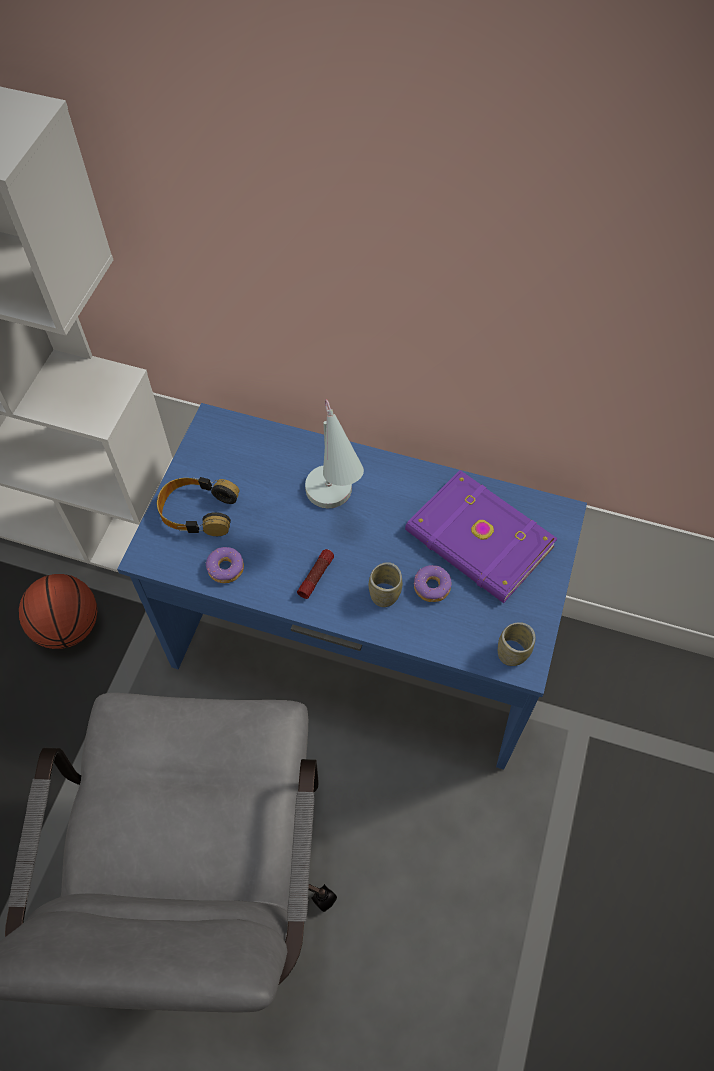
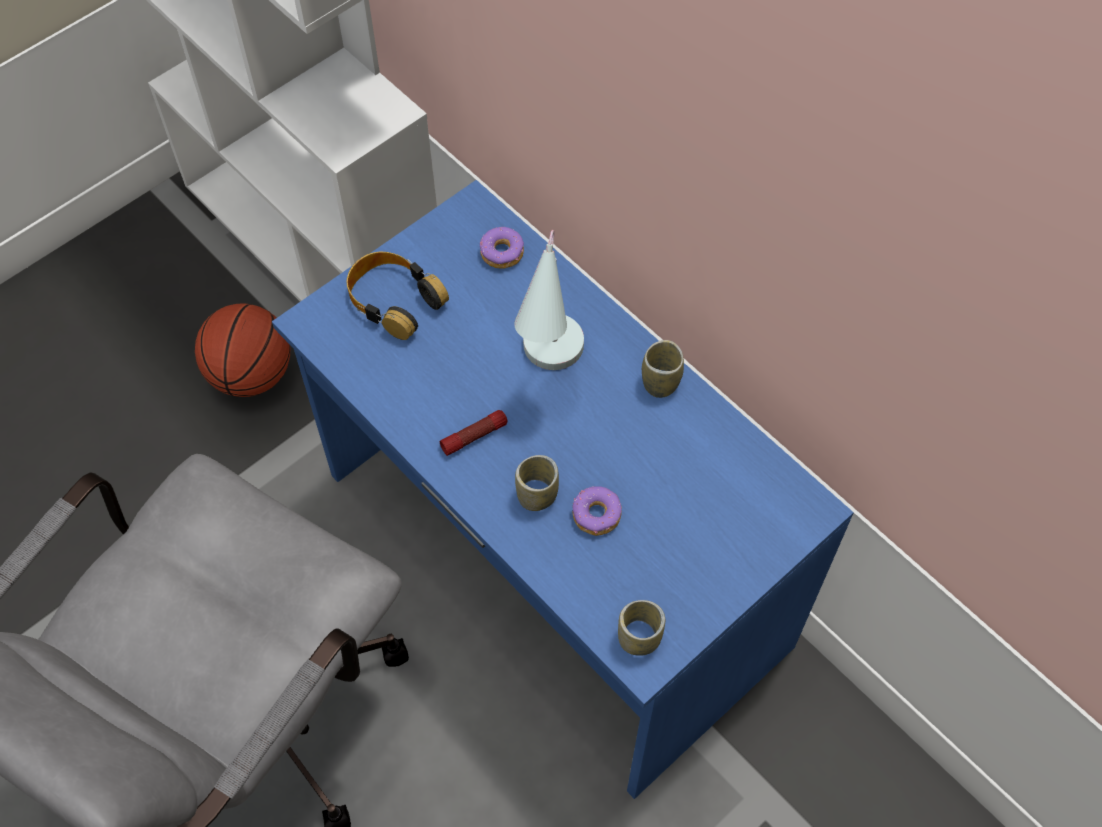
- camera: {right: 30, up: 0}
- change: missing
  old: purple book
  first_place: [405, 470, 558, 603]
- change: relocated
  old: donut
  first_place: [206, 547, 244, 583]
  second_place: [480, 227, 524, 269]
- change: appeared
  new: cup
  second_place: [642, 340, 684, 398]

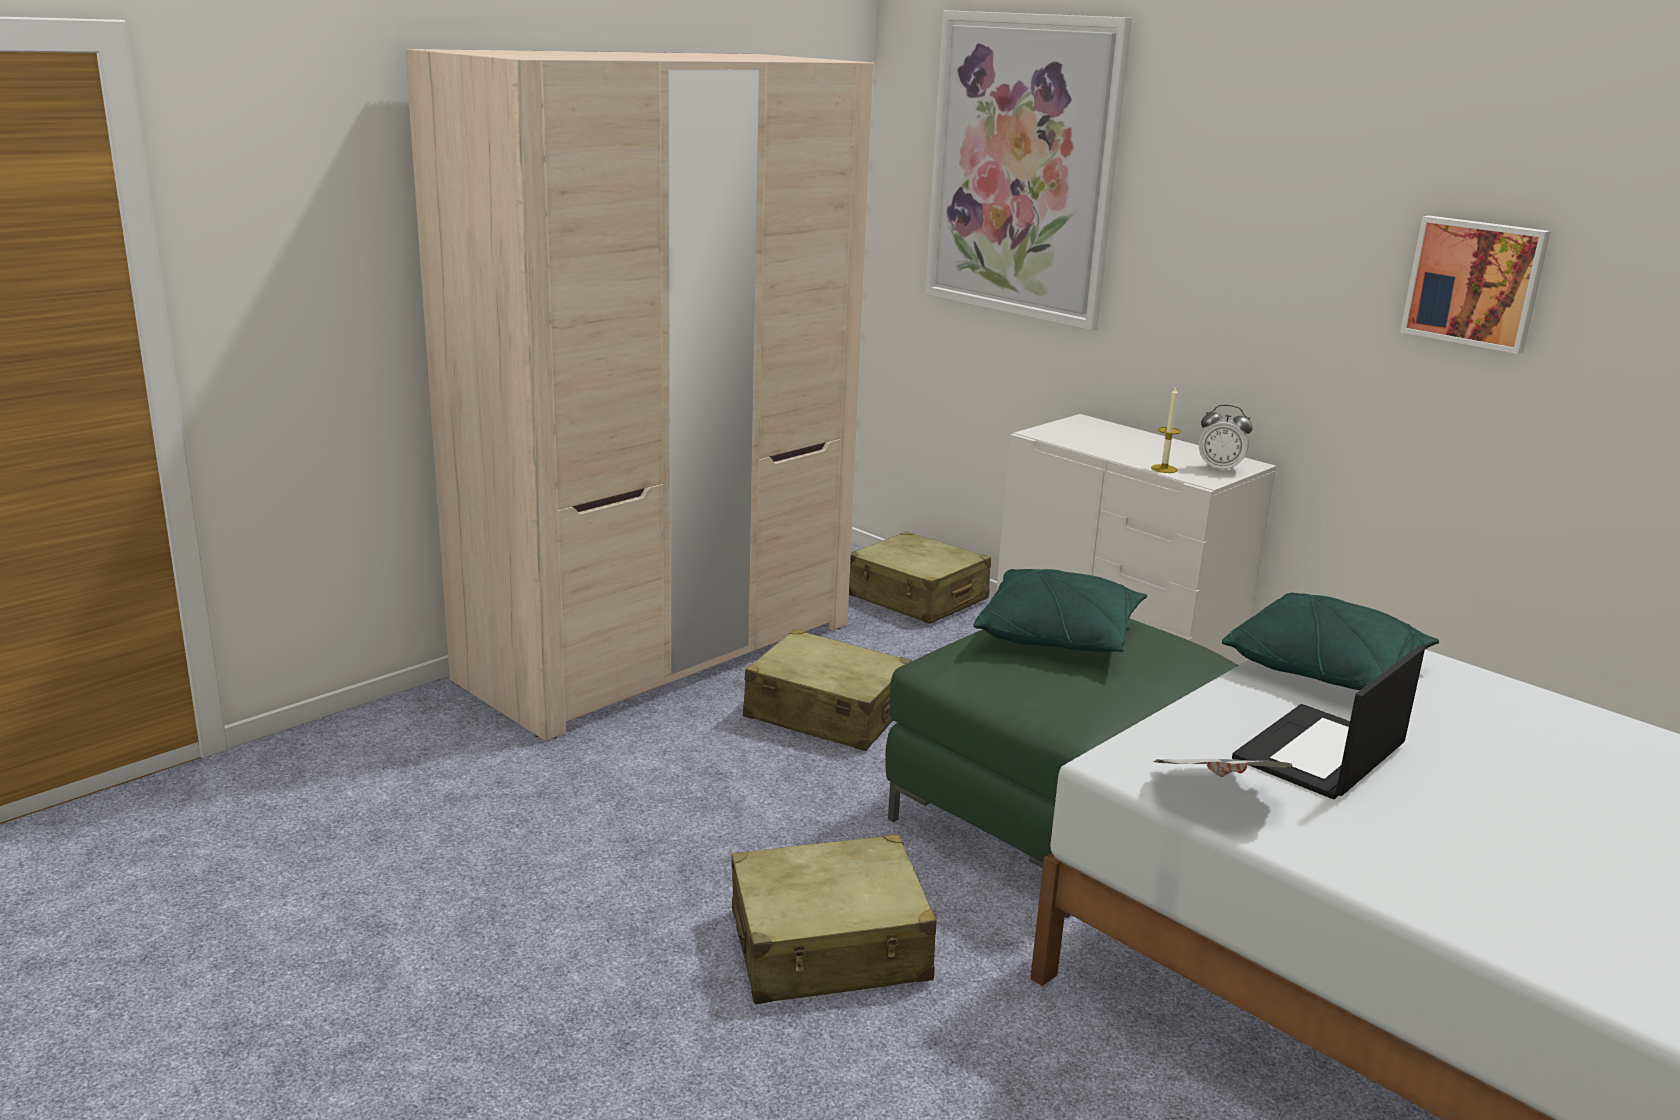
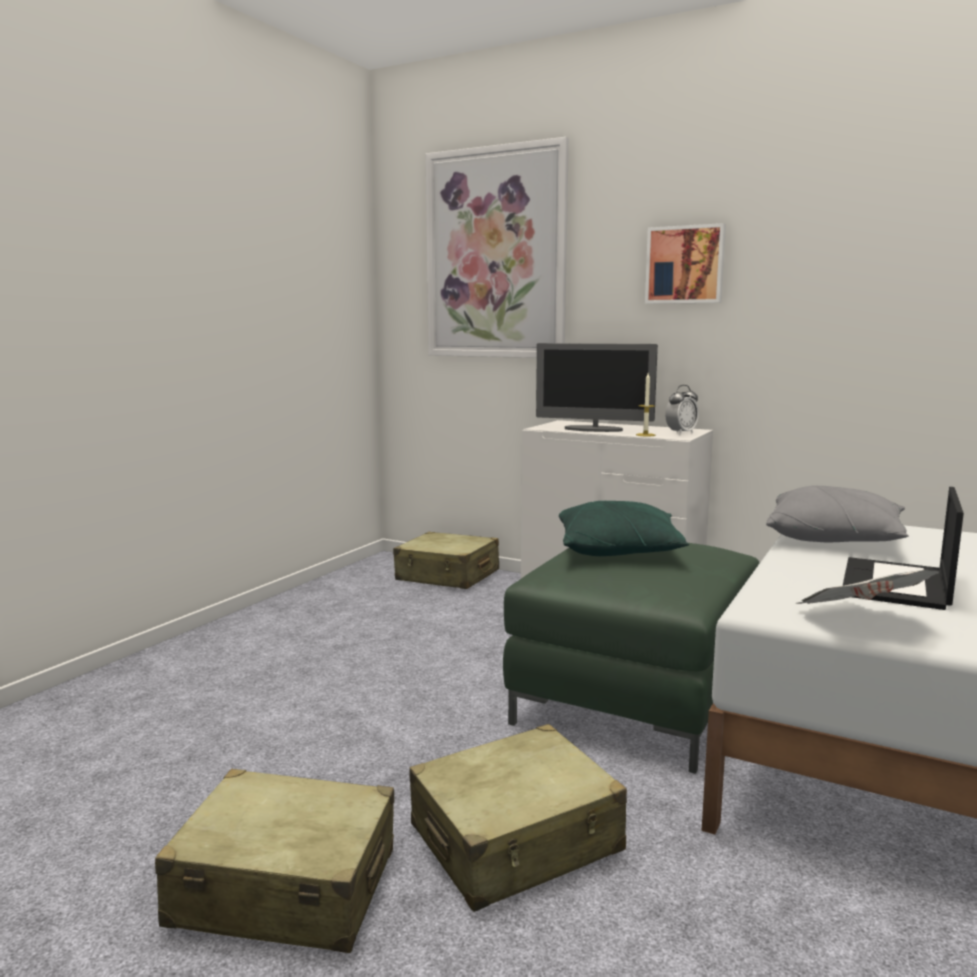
- camera: {right: -15, up: -10}
- change: missing
  old: beige wardrobe
  first_place: [405, 49, 874, 741]
- change: relocated
  old: picture
  first_place: [1400, 215, 1551, 354]
  second_place: [645, 223, 726, 304]
- change: spun
  old: alarm clock
  first_place: [1199, 405, 1253, 474]
  second_place: [665, 385, 699, 434]
  degrees: -45
- change: colour
  old: green pillow
  new: grey pillow
  first_place: [1222, 593, 1439, 690]
  second_place: [766, 485, 909, 542]
- change: relocated
  old: beige suitcase
  first_place: [743, 629, 912, 751]
  second_place: [155, 769, 394, 953]
- change: appeared
  new: monitor
  second_place: [536, 343, 658, 432]

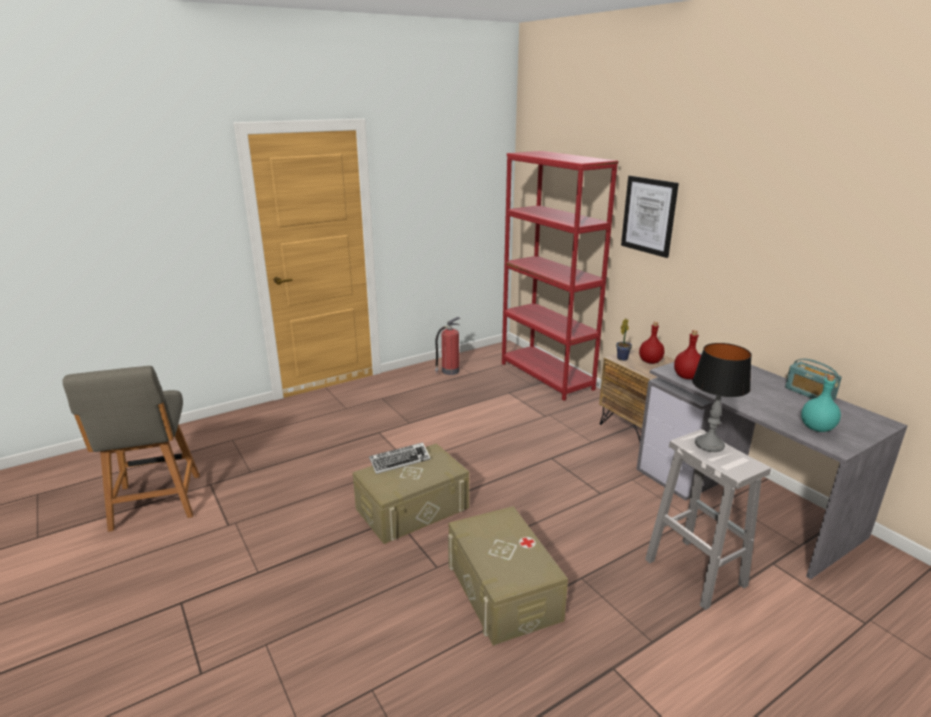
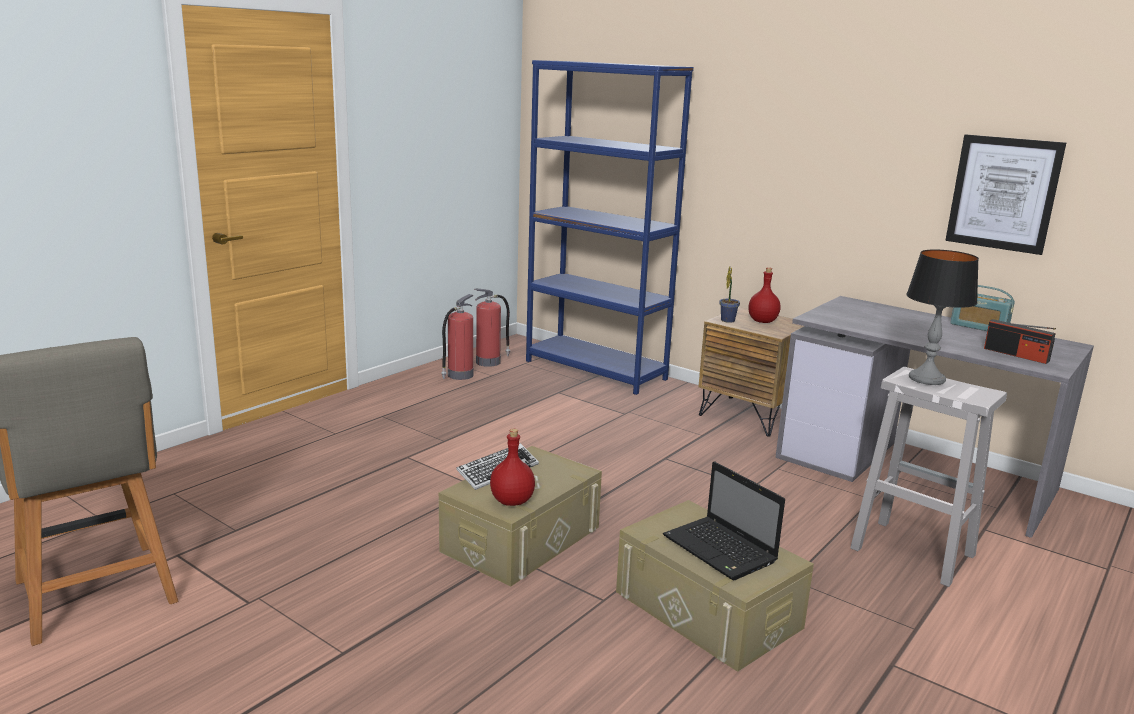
- camera: {right: -20, up: -5}
- change: colour
  old: red bookcase
  new: blue bookcase
  first_place: [502, 151, 618, 401]
  second_place: [526, 60, 694, 395]
- change: relocated
  old: picture
  first_place: [621, 176, 679, 258]
  second_place: [945, 134, 1066, 255]
- change: relocated
  old: red bottle
  first_place: [674, 330, 701, 379]
  second_place: [490, 429, 535, 506]
- change: exchanged
  old: turquoise bottle
  new: radio
  first_place: [801, 375, 841, 432]
  second_place: [984, 319, 1056, 364]
- change: appeared
  new: fire extinguisher
  second_place: [474, 288, 510, 367]
- change: appeared
  new: laptop
  second_place: [663, 461, 785, 580]

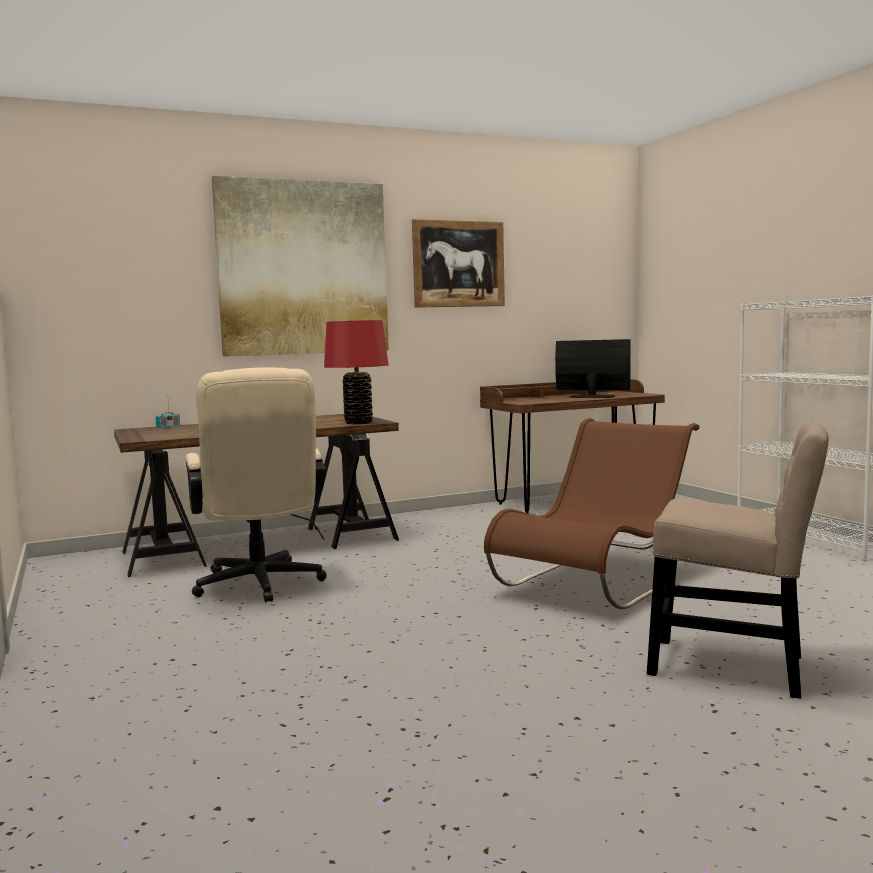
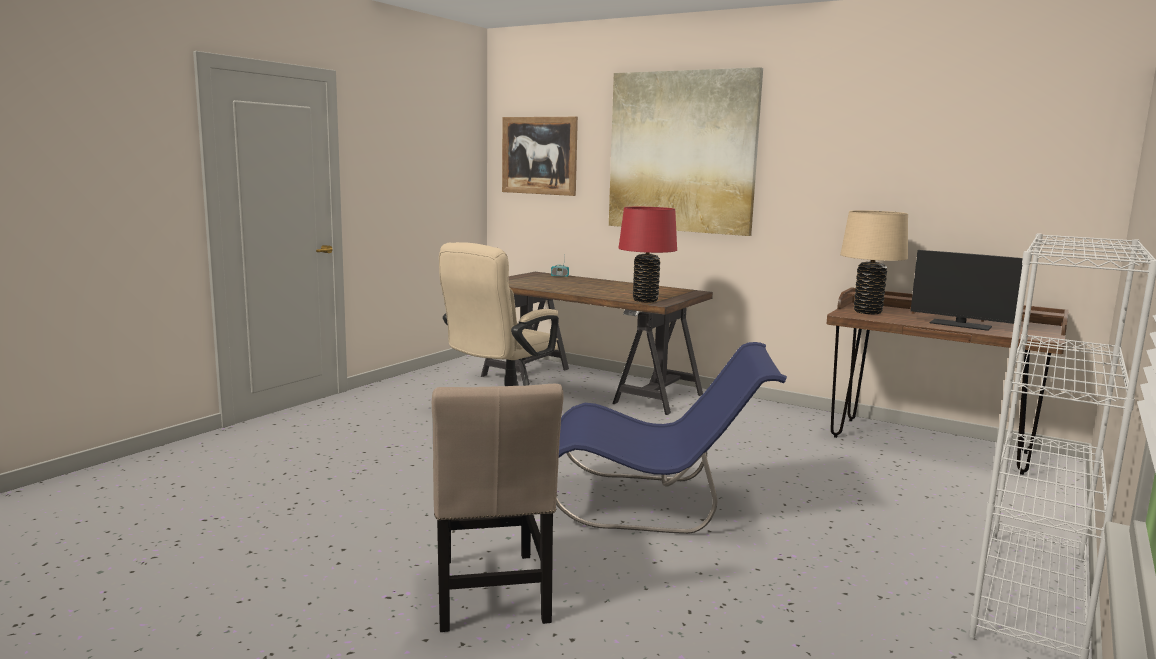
- camera: {right: 55, up: 5}
- change: relocated
  old: picture
  first_place: [412, 219, 505, 307]
  second_place: [502, 117, 578, 196]
- change: spun
  old: monitor
  first_place: [555, 339, 631, 398]
  second_place: [911, 250, 1023, 331]
  degrees: 135
- change: colour
  old: brown chair
  new: blue chair
  first_place: [484, 418, 699, 609]
  second_place: [556, 342, 787, 534]
- change: appeared
  new: beige table lamp
  second_place: [840, 210, 908, 314]

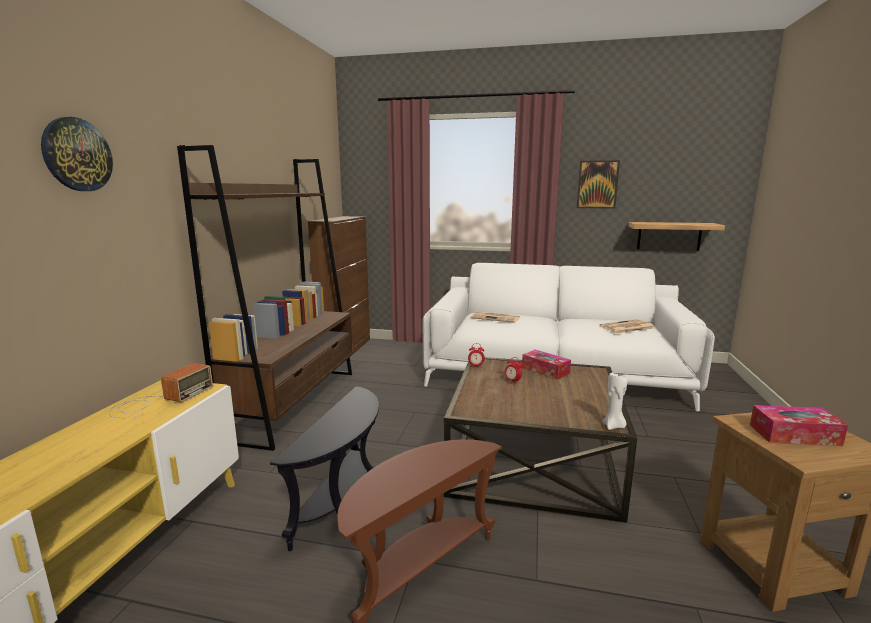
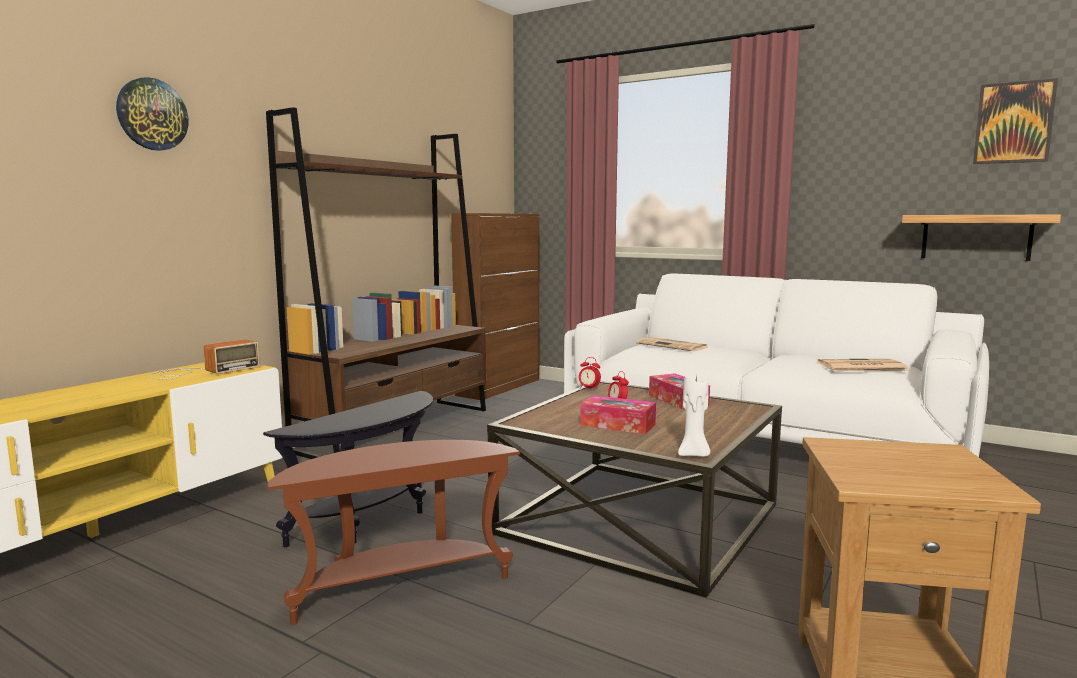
- camera: {right: 20, up: -5}
- change: relocated
  old: picture
  first_place: [577, 160, 620, 209]
  second_place: [973, 78, 1058, 164]
- change: relocated
  old: tissue box
  first_place: [750, 405, 848, 446]
  second_place: [580, 395, 656, 434]

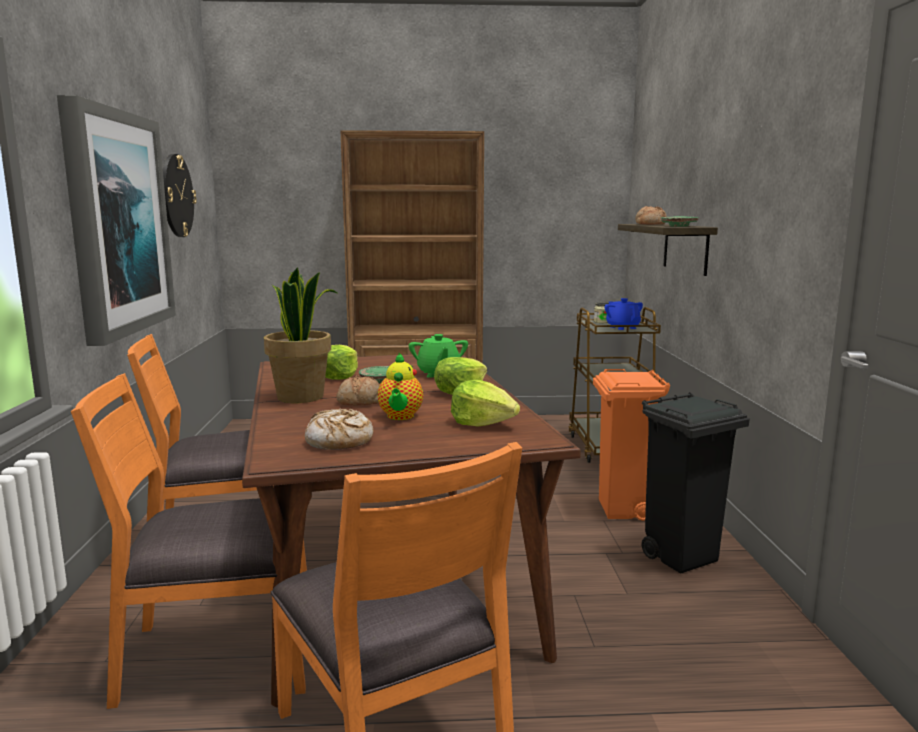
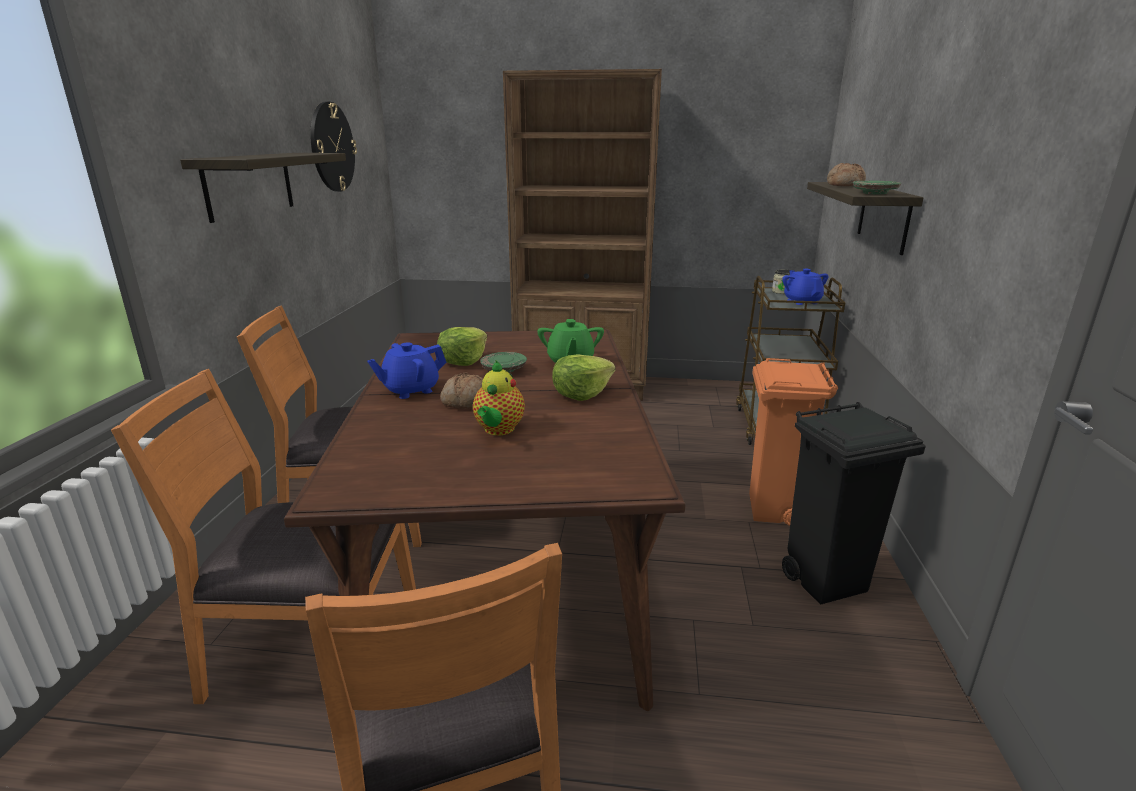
- camera: {right: 10, up: 10}
- change: exchanged
  old: picture
  new: shelf
  first_place: [57, 95, 176, 346]
  second_place: [180, 153, 346, 223]
- change: exchanged
  old: potted plant
  new: blue teapot
  first_place: [264, 267, 337, 403]
  second_place: [367, 342, 446, 399]
- change: missing
  old: lettuce
  first_place: [451, 380, 520, 426]
- change: missing
  old: bread
  first_place: [305, 409, 373, 450]

